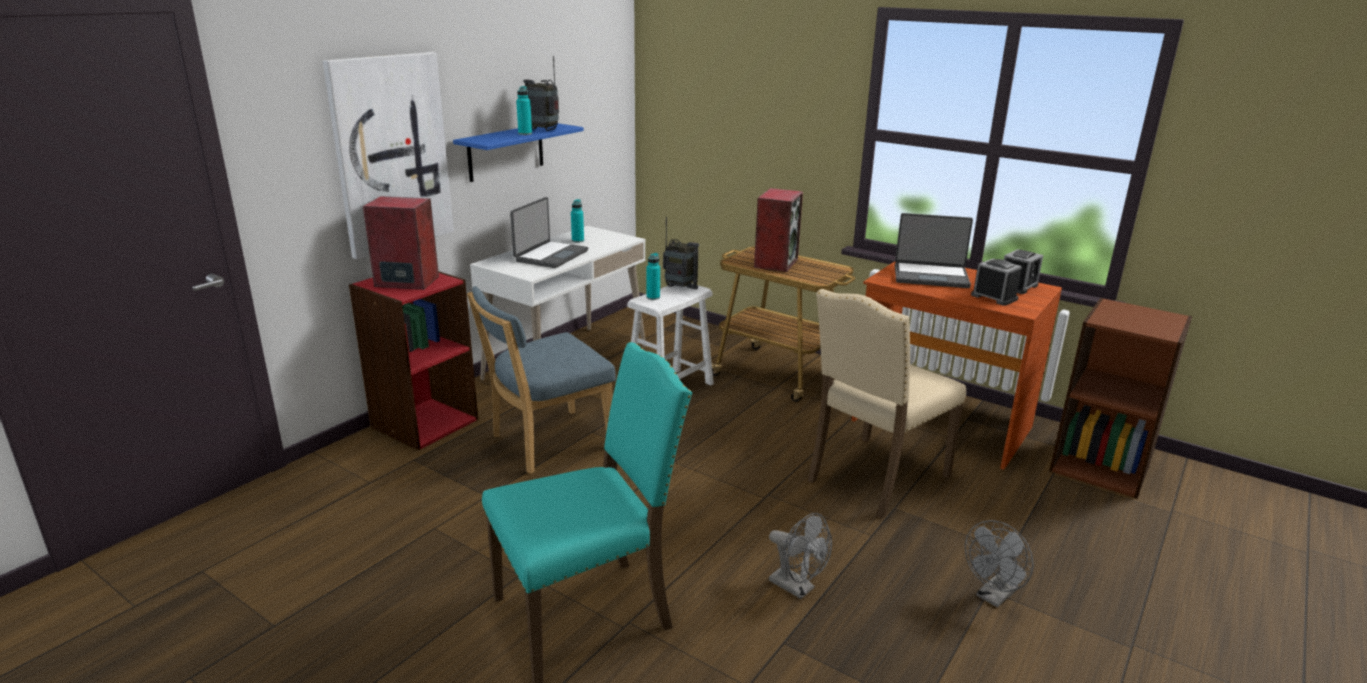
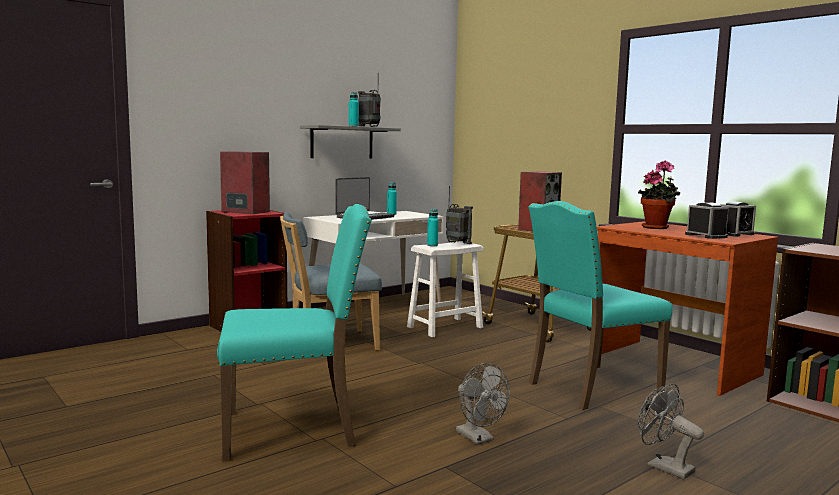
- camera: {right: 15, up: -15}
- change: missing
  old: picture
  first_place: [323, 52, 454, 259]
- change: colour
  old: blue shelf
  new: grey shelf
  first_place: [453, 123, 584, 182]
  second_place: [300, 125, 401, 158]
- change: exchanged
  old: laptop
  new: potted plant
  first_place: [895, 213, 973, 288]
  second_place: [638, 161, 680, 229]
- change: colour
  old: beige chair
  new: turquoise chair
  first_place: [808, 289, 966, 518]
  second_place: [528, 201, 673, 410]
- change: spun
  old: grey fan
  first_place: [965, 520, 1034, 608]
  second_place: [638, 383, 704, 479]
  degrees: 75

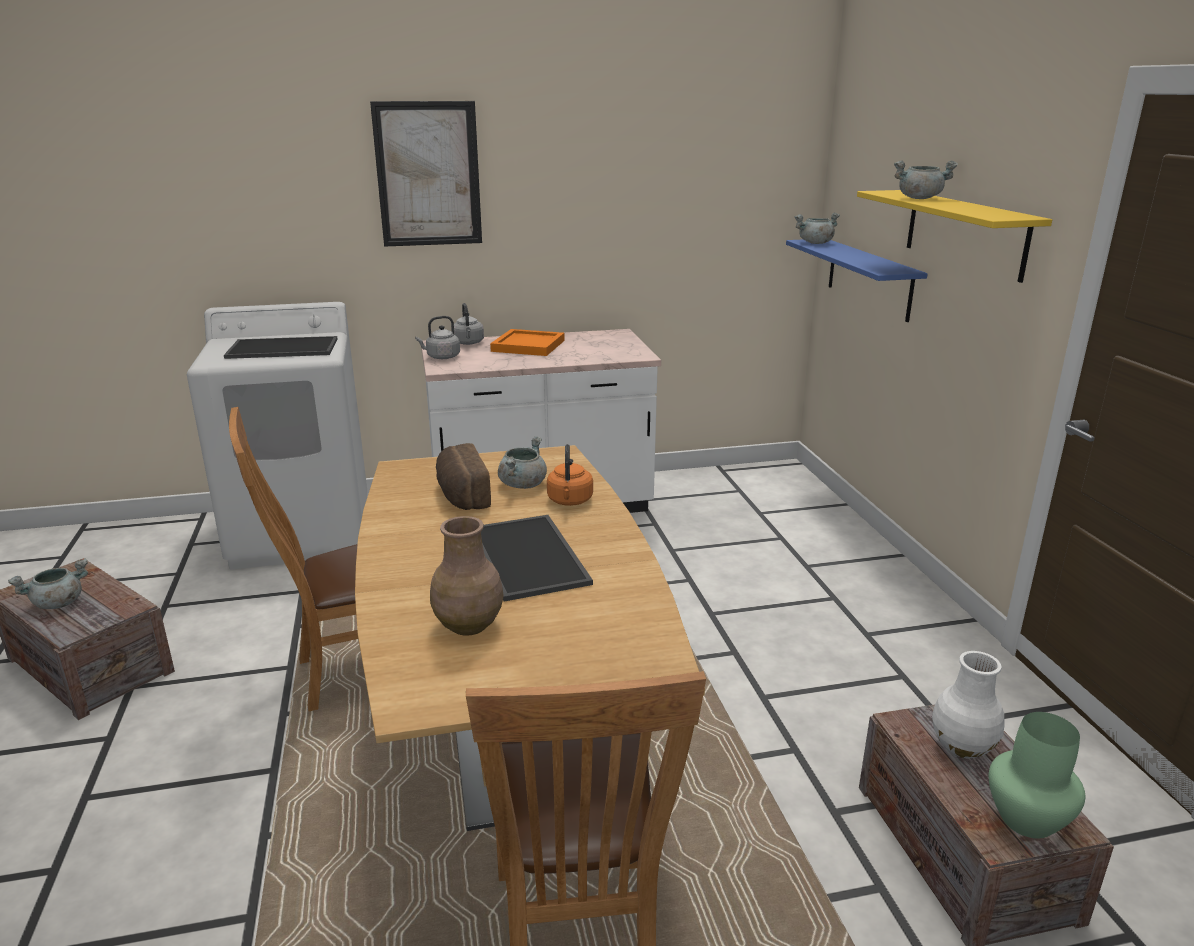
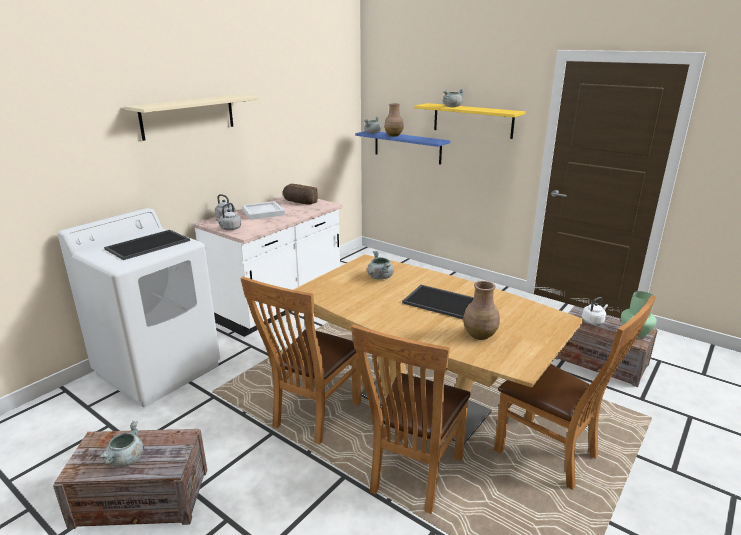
- camera: {right: -40, up: 0}
- change: exchanged
  old: picture
  new: beige shelf
  first_place: [370, 101, 482, 247]
  second_place: [124, 95, 258, 141]
- change: colour
  old: orange tray
  new: white tray
  first_place: [490, 329, 565, 356]
  second_place: [242, 201, 285, 220]
- change: relocated
  old: bread
  first_place: [436, 443, 491, 510]
  second_place: [283, 184, 318, 204]
- change: missing
  old: orange kettle
  first_place: [547, 444, 593, 506]
- change: exchanged
  old: white vase
  new: white kettle
  first_place: [932, 651, 1004, 758]
  second_place: [582, 297, 608, 325]
- change: appeared
  new: brown vase
  second_place: [384, 103, 404, 136]
- change: appeared
  new: brown chair
  second_place: [351, 324, 471, 514]

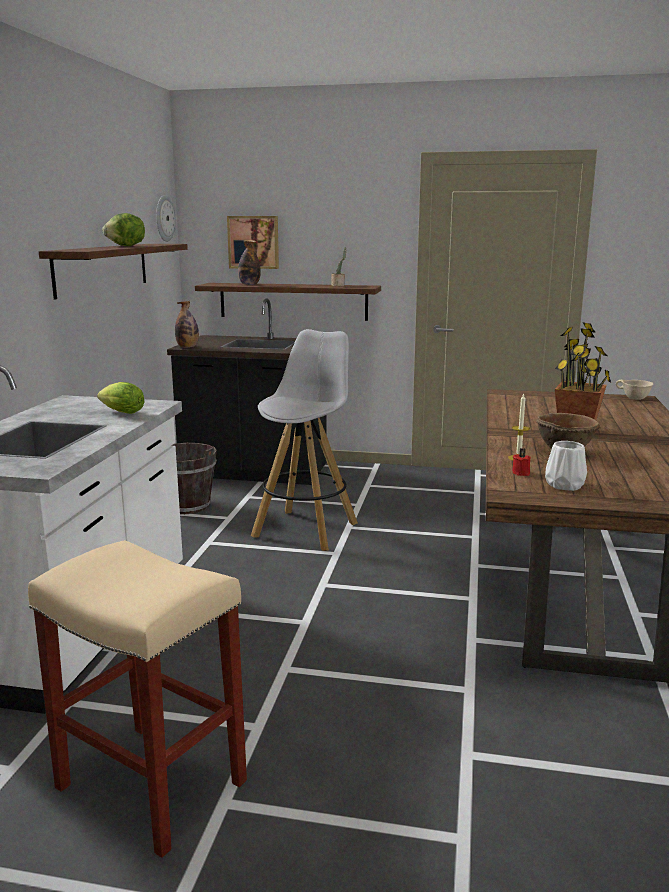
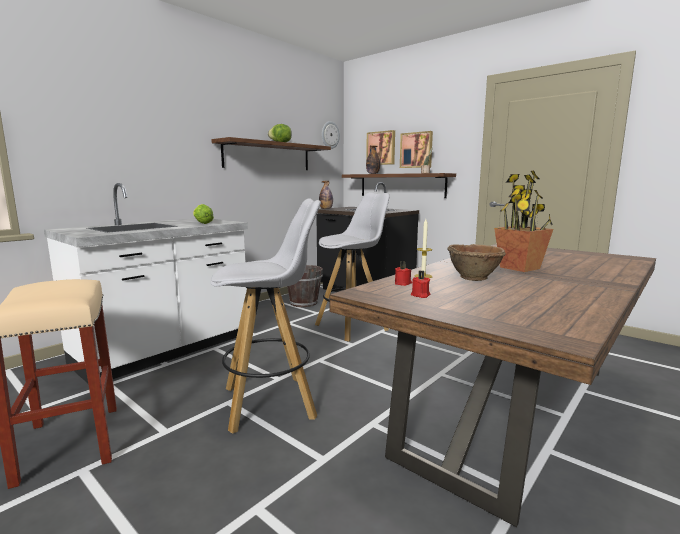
- camera: {right: 30, up: -5}
- change: missing
  old: beige bowl
  first_place: [616, 380, 653, 400]
- change: exchanged
  old: white vase
  new: red candle
  first_place: [545, 441, 587, 491]
  second_place: [411, 270, 430, 298]
- change: appeared
  new: picture
  second_place: [400, 131, 433, 168]
- change: appeared
  new: white stool
  second_place: [210, 199, 321, 434]

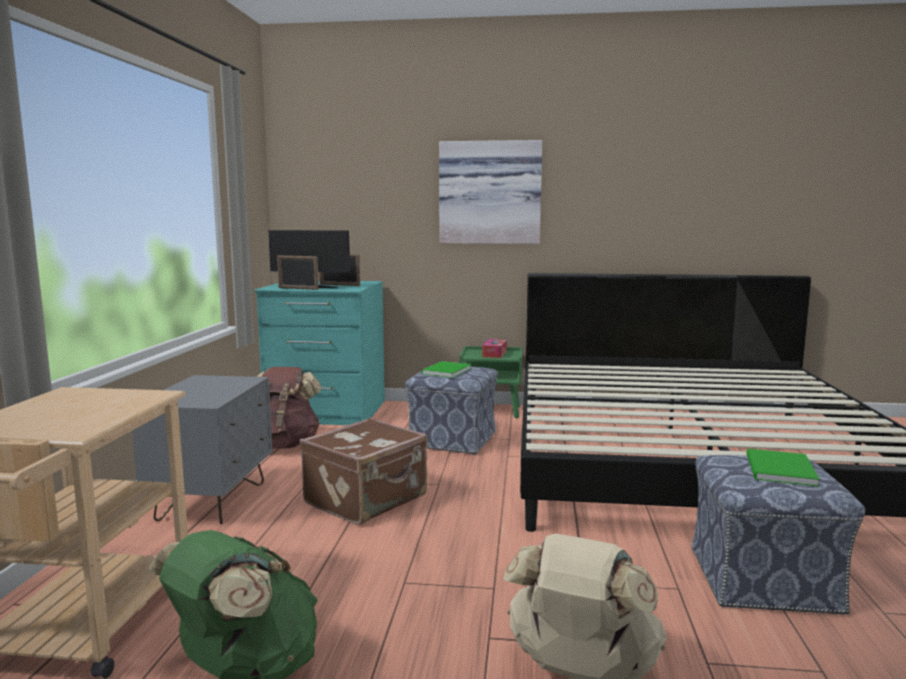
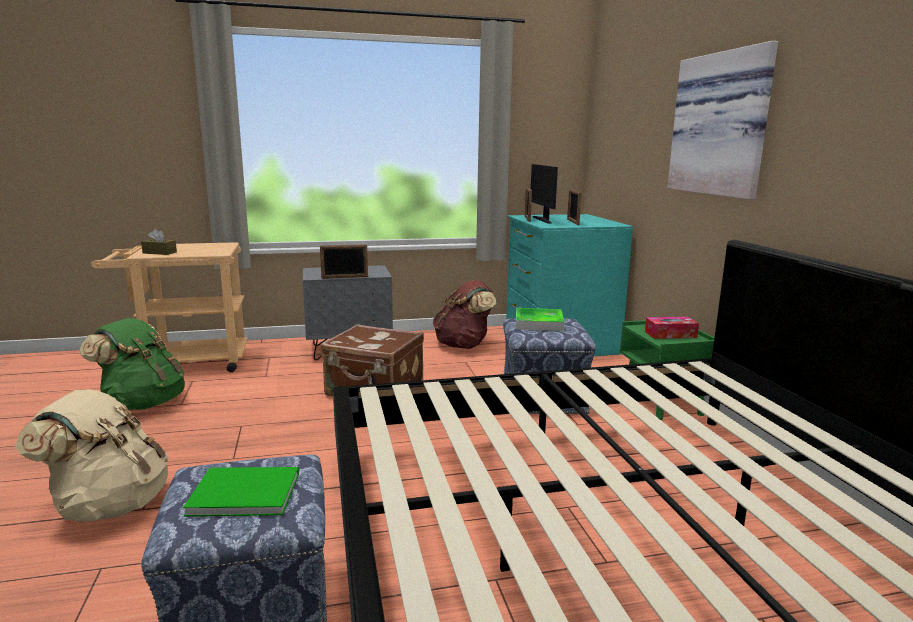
- camera: {right: 70, up: 5}
- change: exchanged
  old: green book
  new: tray
  first_place: [421, 361, 471, 378]
  second_place: [516, 308, 565, 331]
- change: appeared
  new: brown tissue box
  second_place: [141, 229, 177, 255]
- change: appeared
  new: picture frame
  second_place: [320, 244, 368, 279]

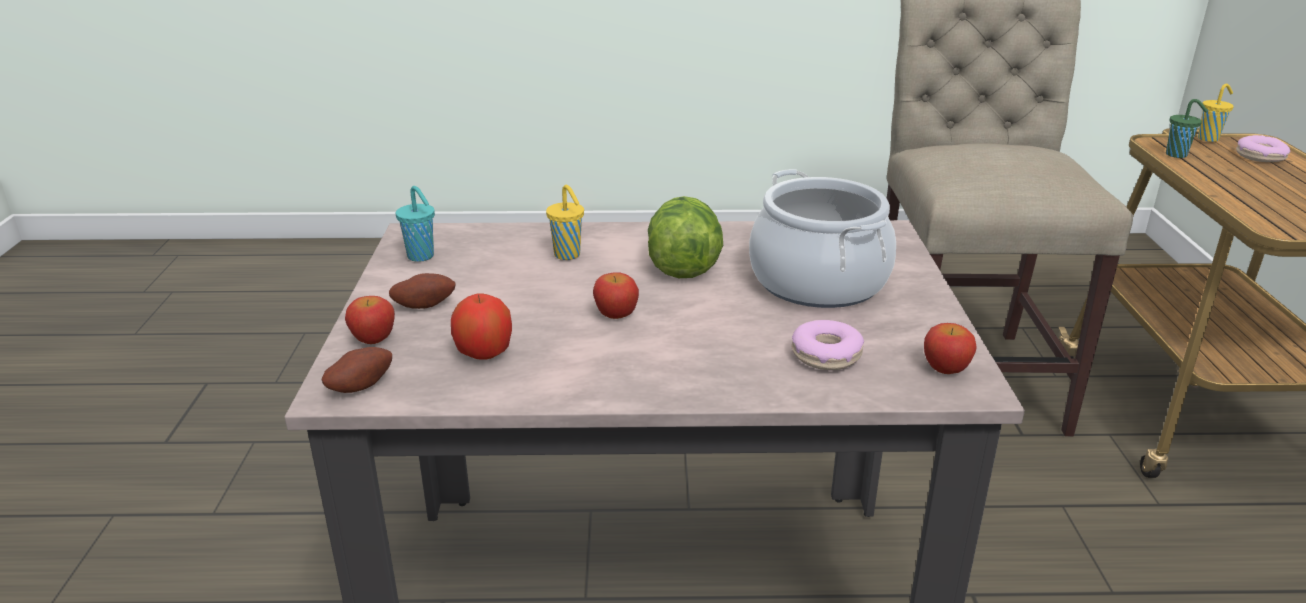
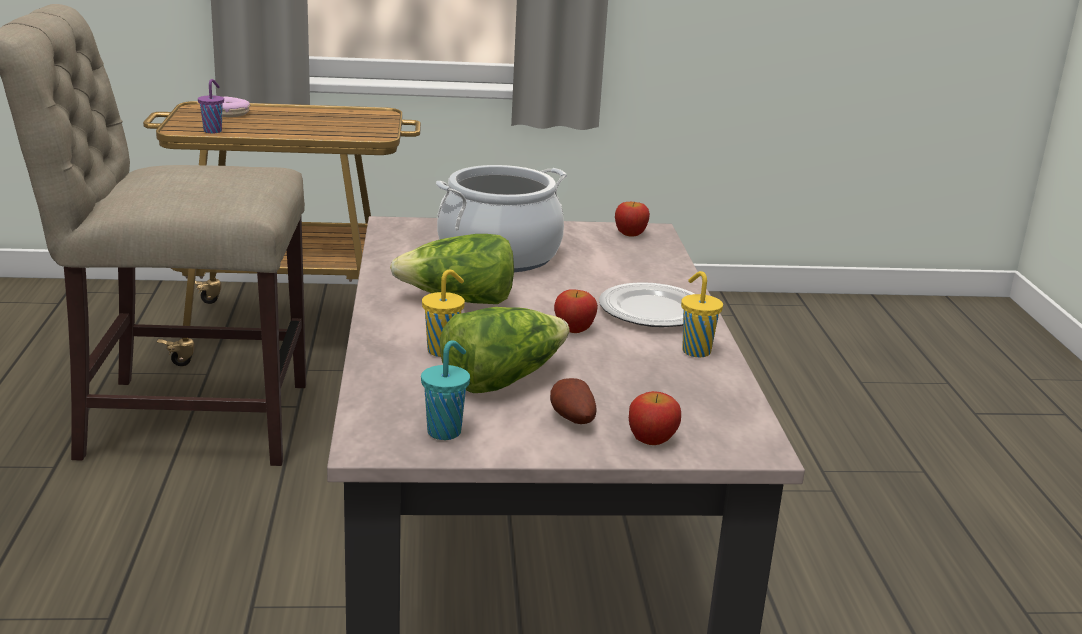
- camera: {right: -95, up: -5}
- change: relocated
  old: yellow cup
  first_place: [1198, 84, 1234, 142]
  second_place: [681, 271, 723, 357]
- change: colour
  old: green cup
  new: purple cup
  first_place: [1166, 99, 1208, 158]
  second_place: [198, 79, 224, 133]
- change: missing
  old: apple
  first_place: [451, 293, 512, 360]
- change: missing
  old: donut
  first_place: [791, 320, 864, 370]
- change: missing
  old: potato
  first_place: [322, 347, 392, 393]
- change: appeared
  new: plate
  second_place: [599, 282, 694, 327]
- change: appeared
  new: lettuce
  second_place: [440, 307, 569, 393]

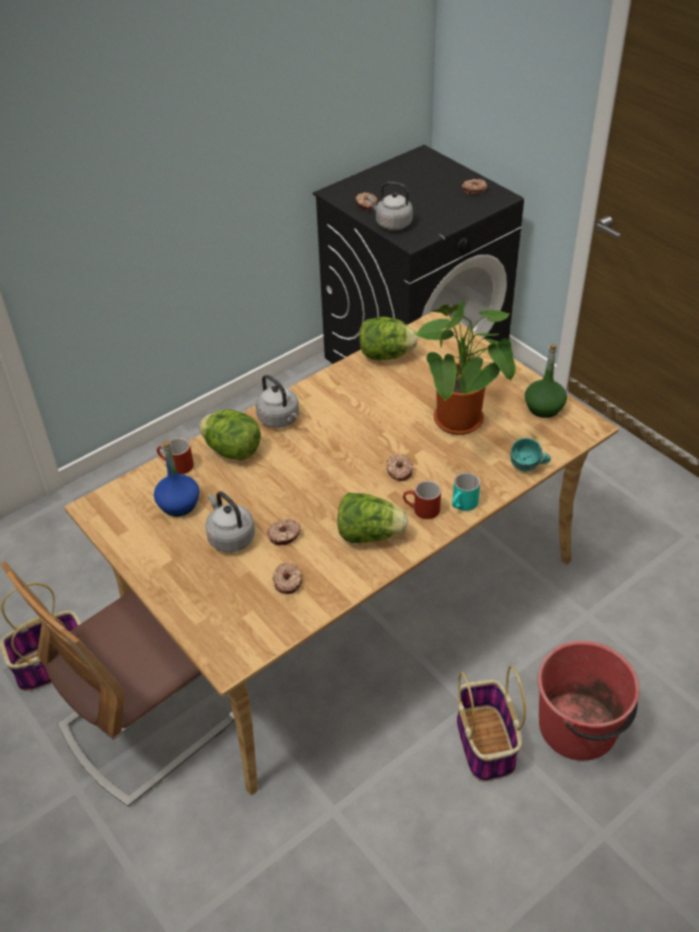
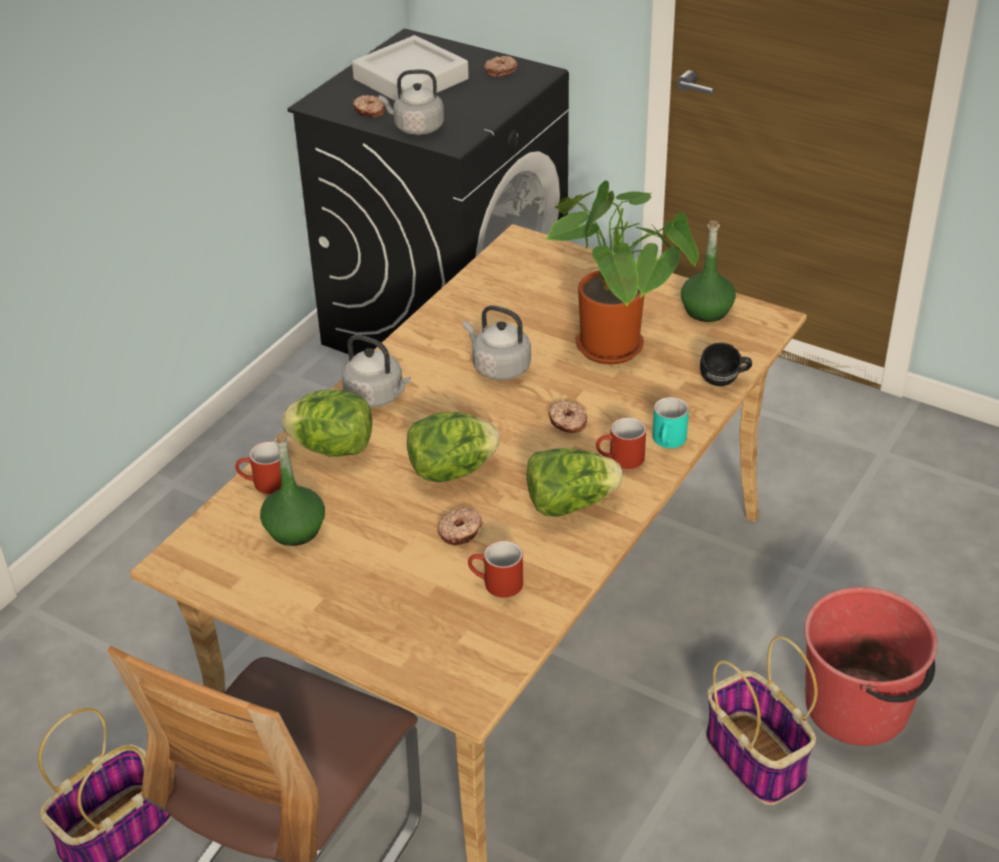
- camera: {right: -20, up: -5}
- change: relocated
  old: lettuce
  first_place: [359, 317, 418, 360]
  second_place: [407, 412, 500, 482]
- change: colour
  old: turquoise mug
  new: black mug
  first_place: [510, 438, 551, 471]
  second_place: [700, 343, 752, 386]
- change: colour
  old: blue bottle
  new: green bottle
  first_place: [154, 440, 200, 516]
  second_place: [260, 432, 325, 546]
- change: relocated
  old: grey kettle
  first_place: [205, 492, 255, 552]
  second_place: [463, 305, 531, 380]
- change: exchanged
  old: donut
  new: red mug
  first_place: [272, 563, 302, 594]
  second_place: [468, 541, 523, 598]
- change: appeared
  new: grey tray
  second_place: [352, 35, 469, 101]

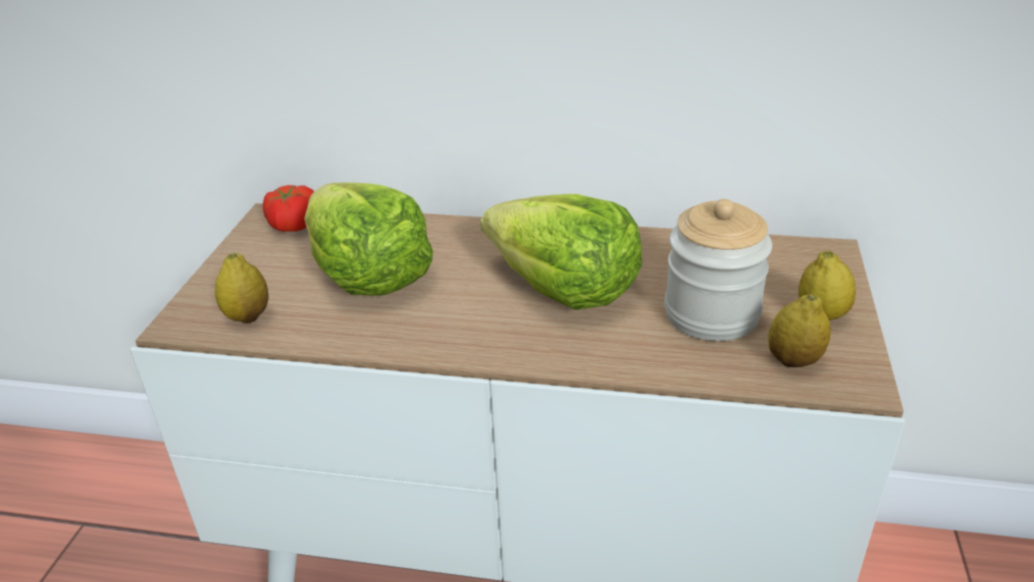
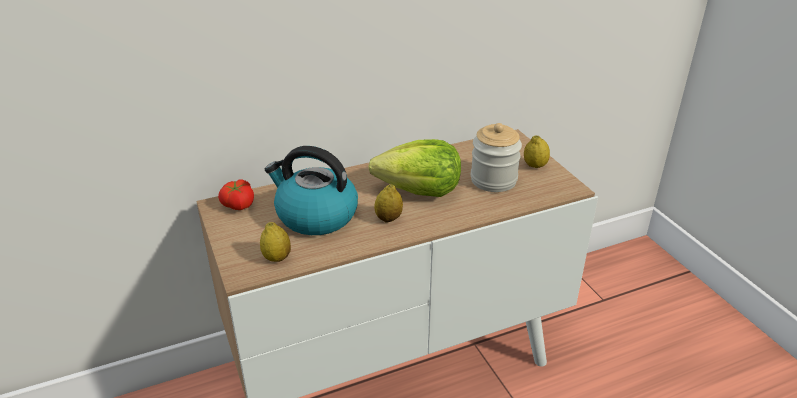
- camera: {right: -35, up: 0}
- change: exchanged
  old: lettuce
  new: kettle
  first_place: [304, 183, 433, 296]
  second_place: [265, 146, 358, 235]
- change: relocated
  old: lemon
  first_place: [768, 294, 831, 368]
  second_place: [374, 185, 403, 222]

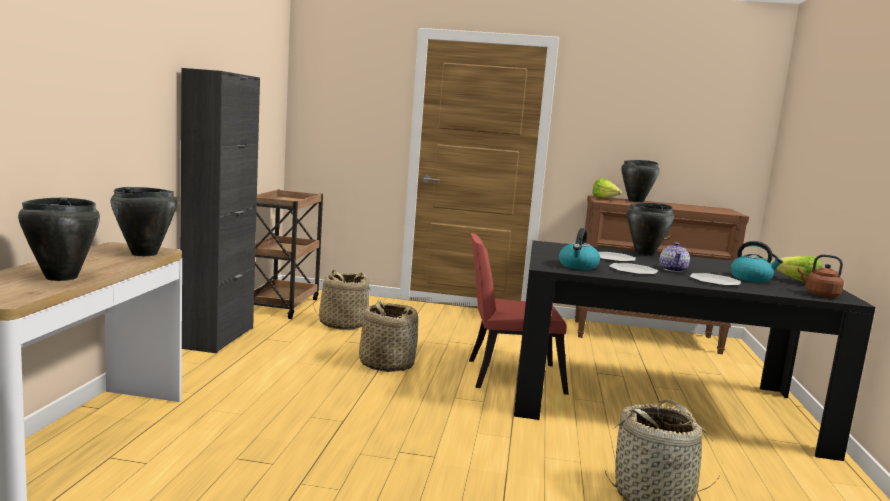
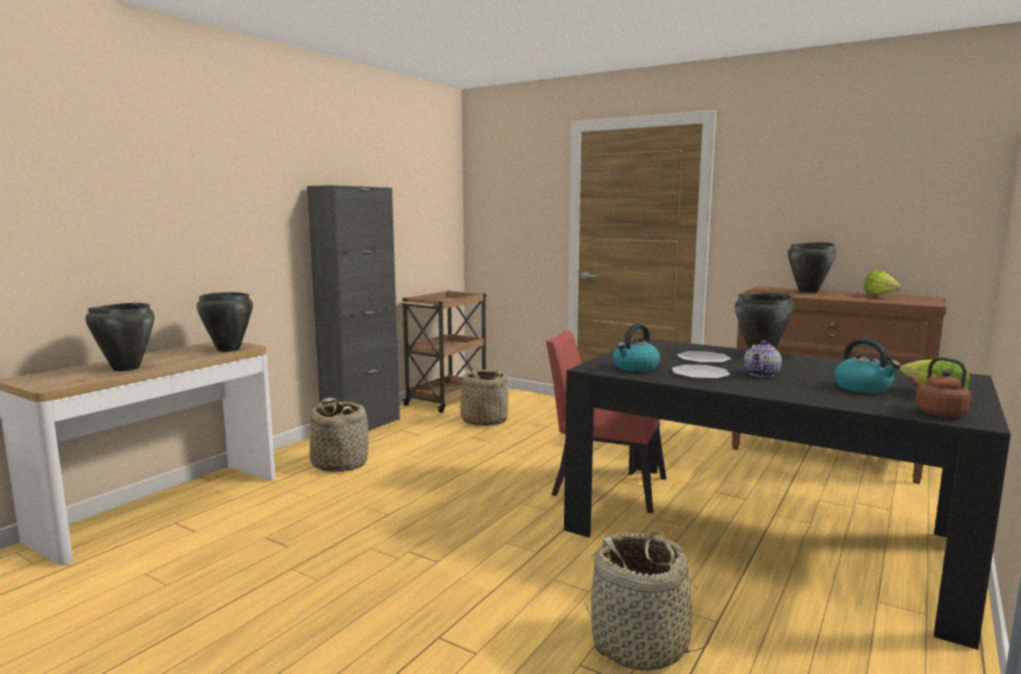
- camera: {right: 25, up: 0}
- change: relocated
  old: lettuce
  first_place: [592, 178, 622, 199]
  second_place: [863, 270, 902, 296]
- change: missing
  old: plate
  first_place: [689, 273, 741, 286]
- change: relocated
  old: basket
  first_place: [359, 299, 418, 372]
  second_place: [309, 398, 369, 472]

